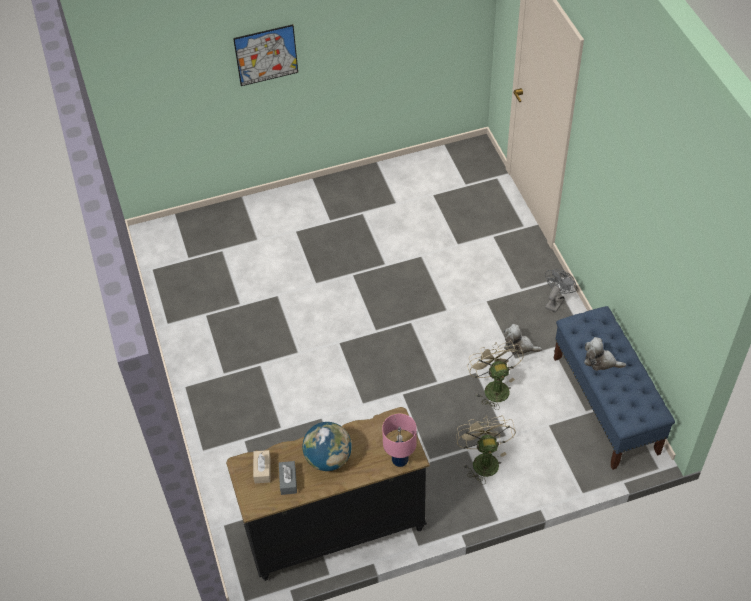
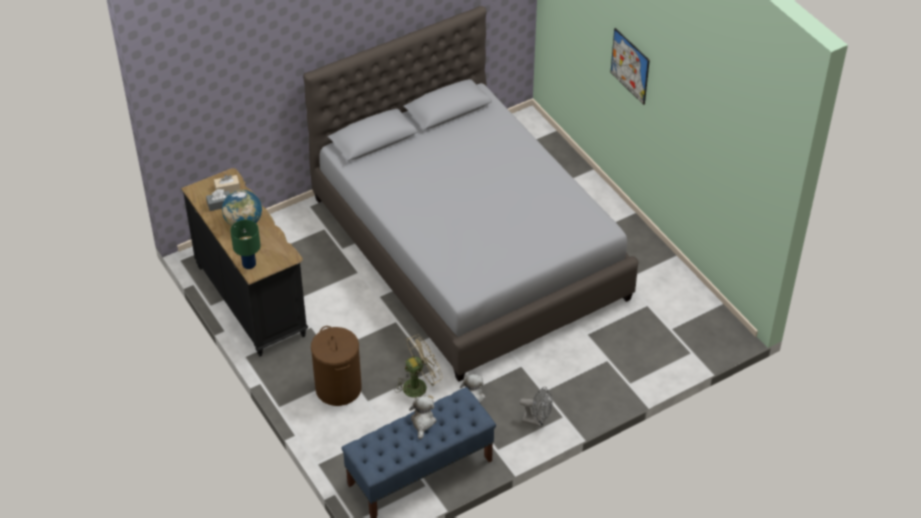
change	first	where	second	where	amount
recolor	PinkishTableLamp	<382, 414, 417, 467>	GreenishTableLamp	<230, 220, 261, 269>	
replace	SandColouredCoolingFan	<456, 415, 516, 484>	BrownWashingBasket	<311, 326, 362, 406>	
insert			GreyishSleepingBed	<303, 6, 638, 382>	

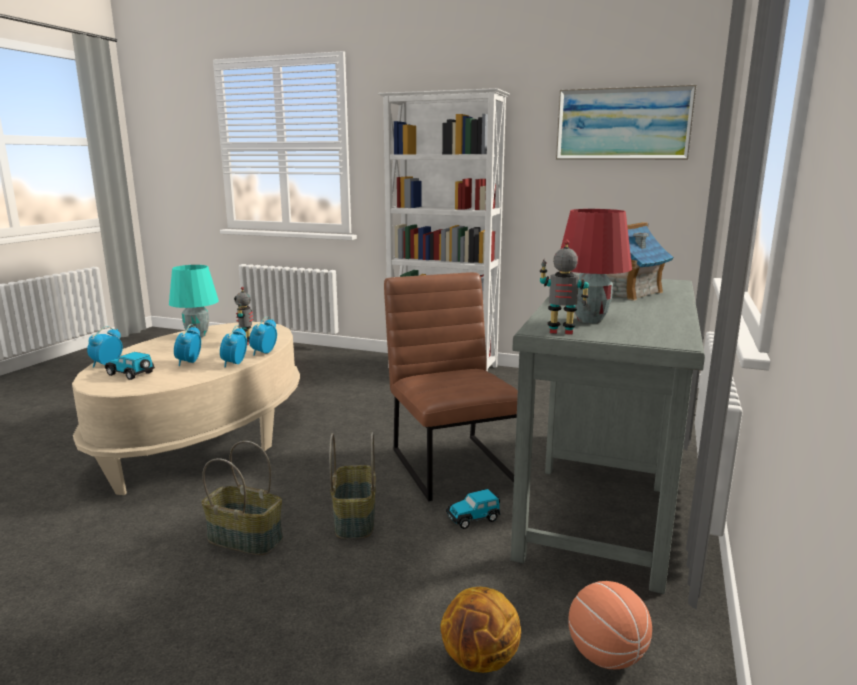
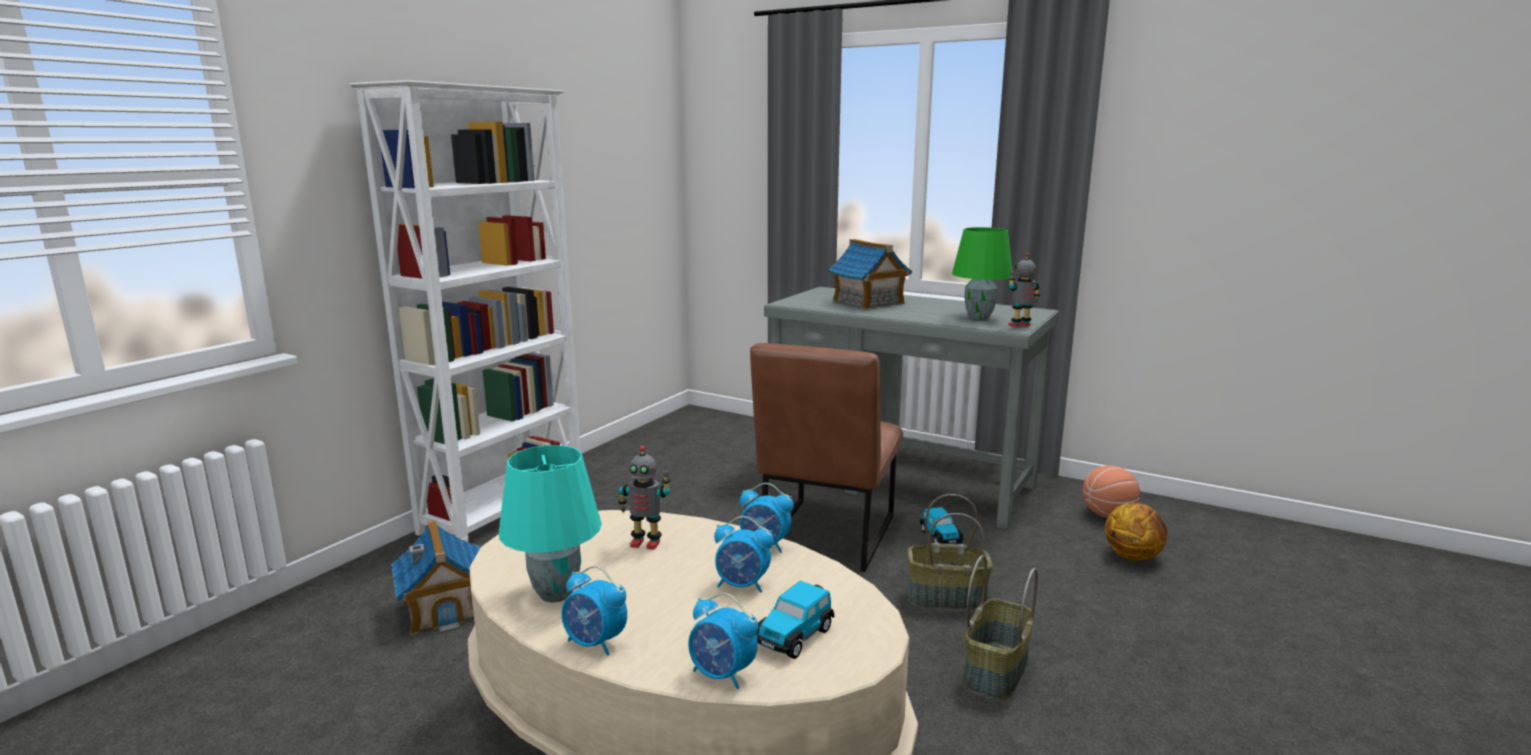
change	first	where	second	where	amount
delete	WallArt	<556, 85, 696, 160>			
recolor	RedColouredTableLamp	<561, 209, 632, 323>	GreenishTableLamp	<952, 227, 1012, 320>	
rotate	ModelRobot	<540, 240, 589, 334>		<1008, 253, 1040, 327>	45 degrees clockwise
rotate	BrownUprightChair	<384, 272, 518, 501>		<750, 343, 903, 572>	60 degrees counterclockwise
move	AlarmClock	<249, 317, 277, 356>		<562, 566, 627, 656>	
insert			ToyHouse	<391, 520, 480, 635>	

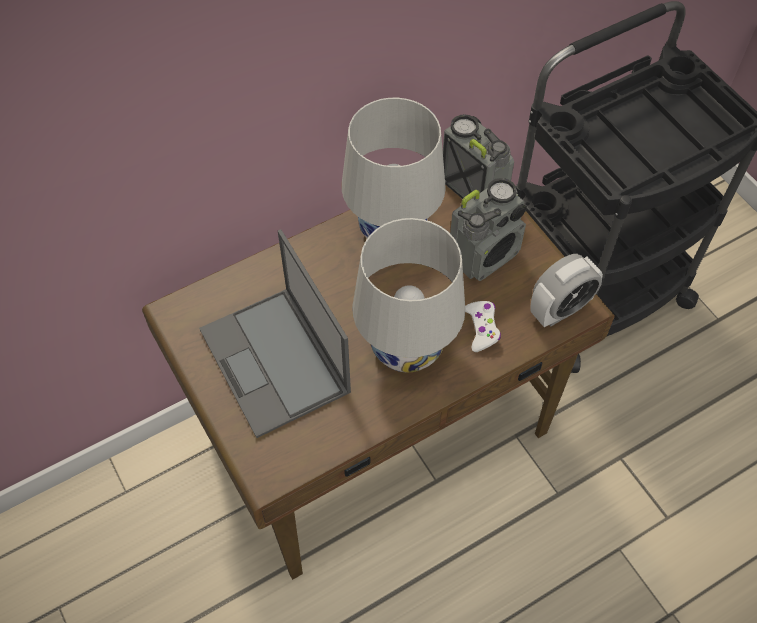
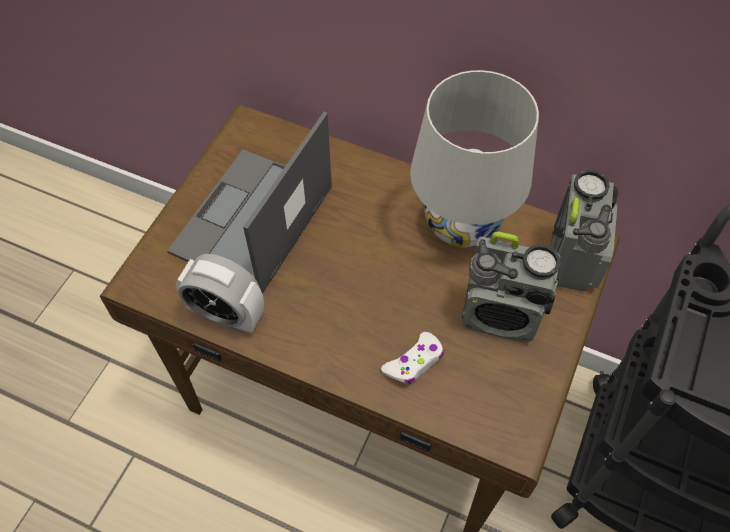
change	first	where	second	where	amount
delete	WhiteColouredTableLamp	<352, 218, 465, 373>			
move	AlarmClock	<530, 254, 603, 327>		<176, 254, 264, 333>	

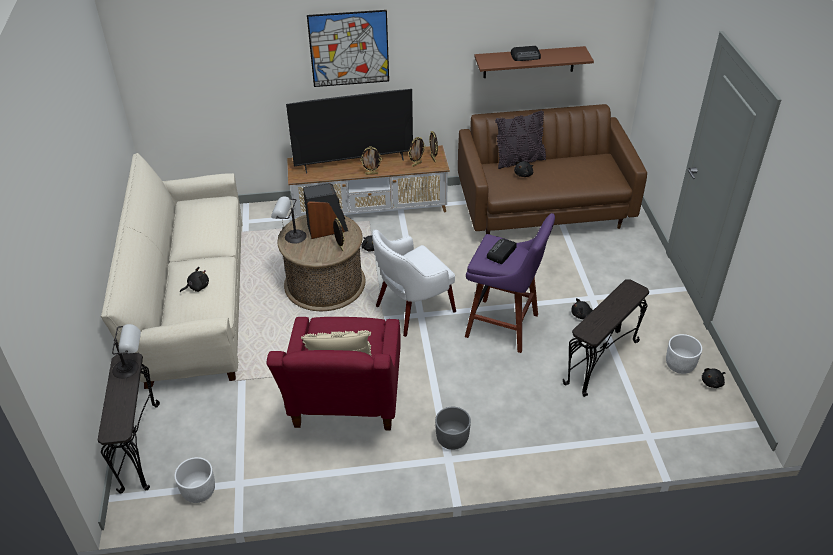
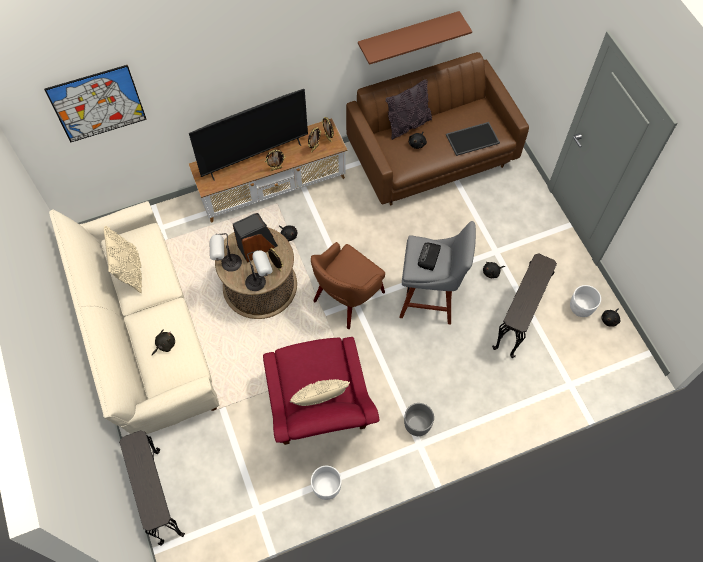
change	first	where	second	where	amount
move	WallArt	<307, 10, 389, 87>		<44, 65, 147, 143>	
delete	Radio	<511, 46, 541, 61>			
recolor	PurplishStoolSeat	<465, 213, 555, 353>	GreyishStoolSeat	<400, 221, 476, 325>	
recolor	WhiteColouredArmchair	<372, 229, 456, 337>	BrownArmchair	<311, 242, 385, 329>	
move	TableLamp	<112, 324, 141, 379>		<245, 250, 273, 291>	
move	WhiteColouredFlowerPot	<174, 457, 215, 503>		<311, 466, 342, 500>	
insert			ServingTray	<446, 122, 500, 156>	
insert			SandColouredThrowPillow	<104, 226, 142, 293>	

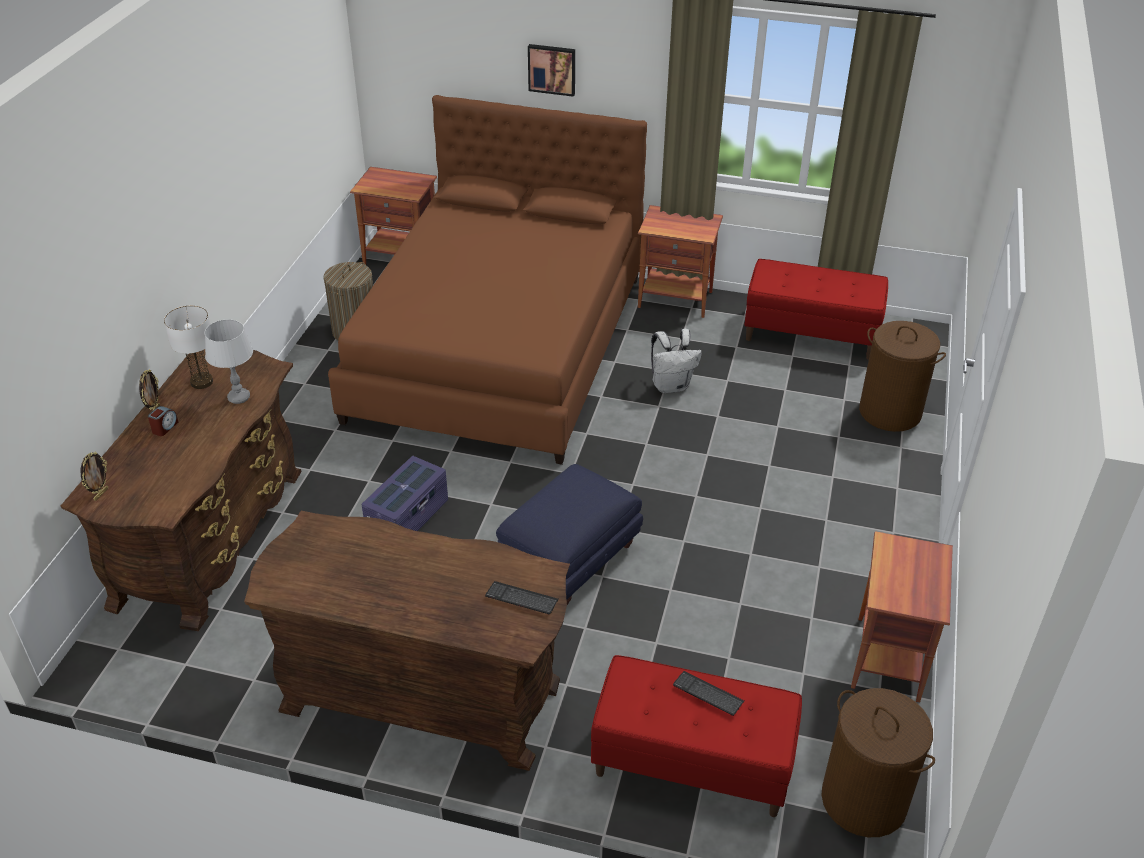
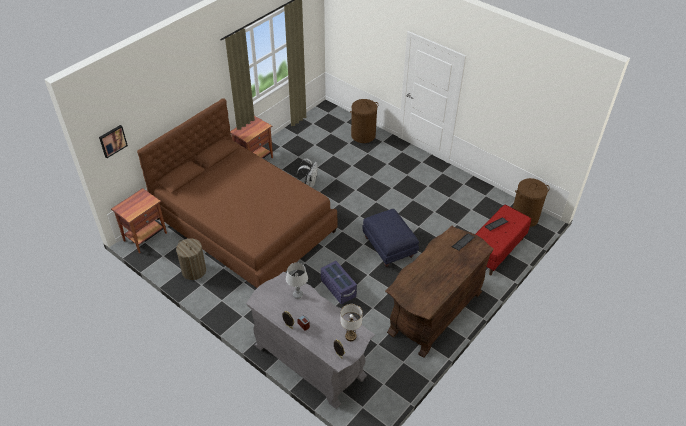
change	first	where	second	where	amount
move	WallArt	<528, 44, 575, 97>		<99, 125, 128, 158>	
delete	RedColouredLongSeat	<744, 259, 888, 360>			
move	TableLamp	<164, 305, 213, 389>		<340, 304, 363, 341>	
recolor	BrownChestOfDrawers	<61, 349, 302, 631>	GreyishChestOfDrawers	<246, 271, 375, 409>	
delete	BedsideTable	<851, 531, 953, 703>			

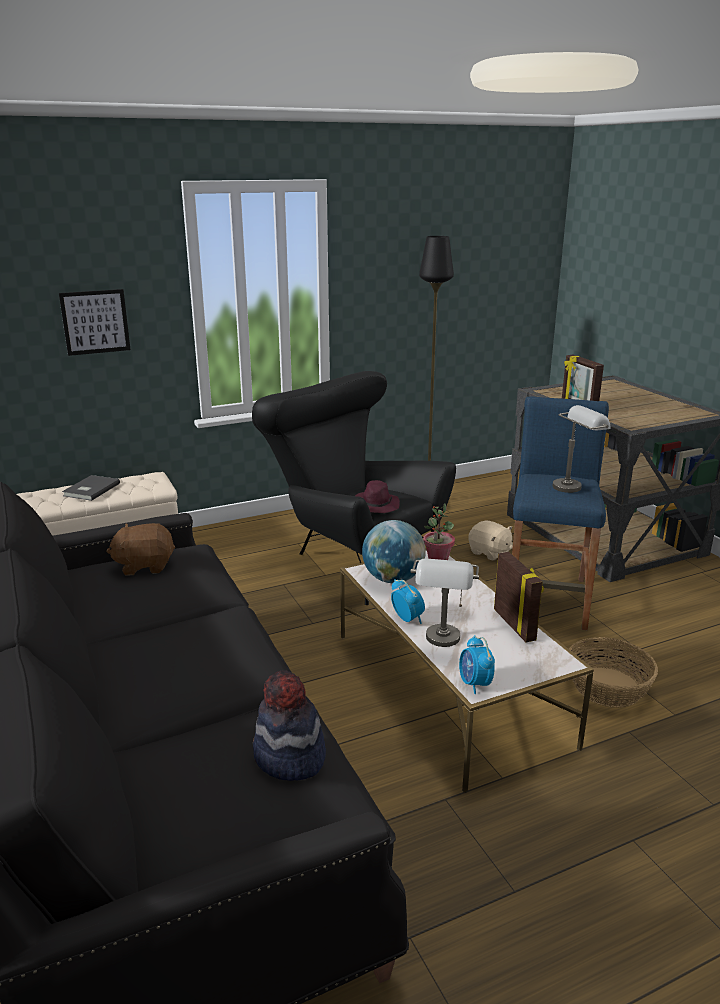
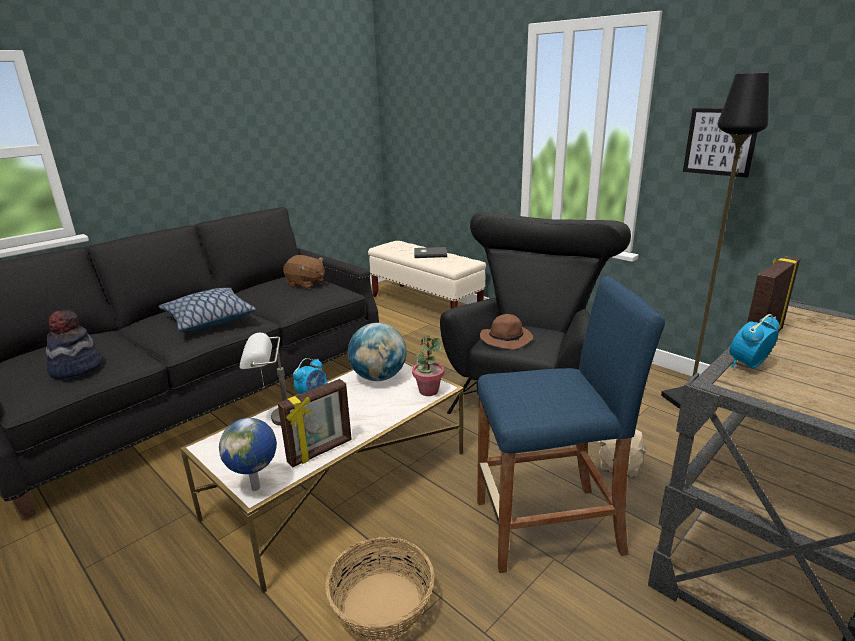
change	first	where	second	where	amount
move	WallArt	<59, 289, 131, 356>		<683, 108, 757, 178>	
delete	GreyishTableLamp	<553, 405, 611, 493>			
recolor	PurplishClothingHat	<356, 480, 400, 513>	BrownClothingHat	<480, 314, 533, 350>	
rotate	BrownCuddlyToy	<106, 523, 175, 576>		<283, 255, 325, 289>	150 degrees clockwise
move	AlarmClock	<459, 636, 495, 694>		<729, 314, 780, 369>	
insert			ThrowPillow	<158, 288, 256, 331>	
insert			Globe	<219, 418, 277, 491>	

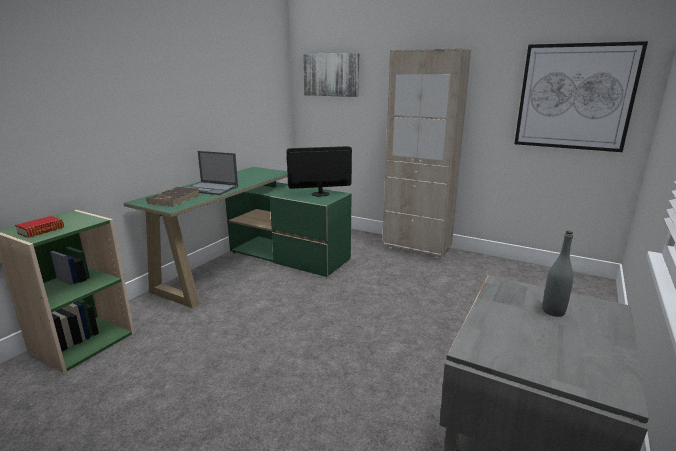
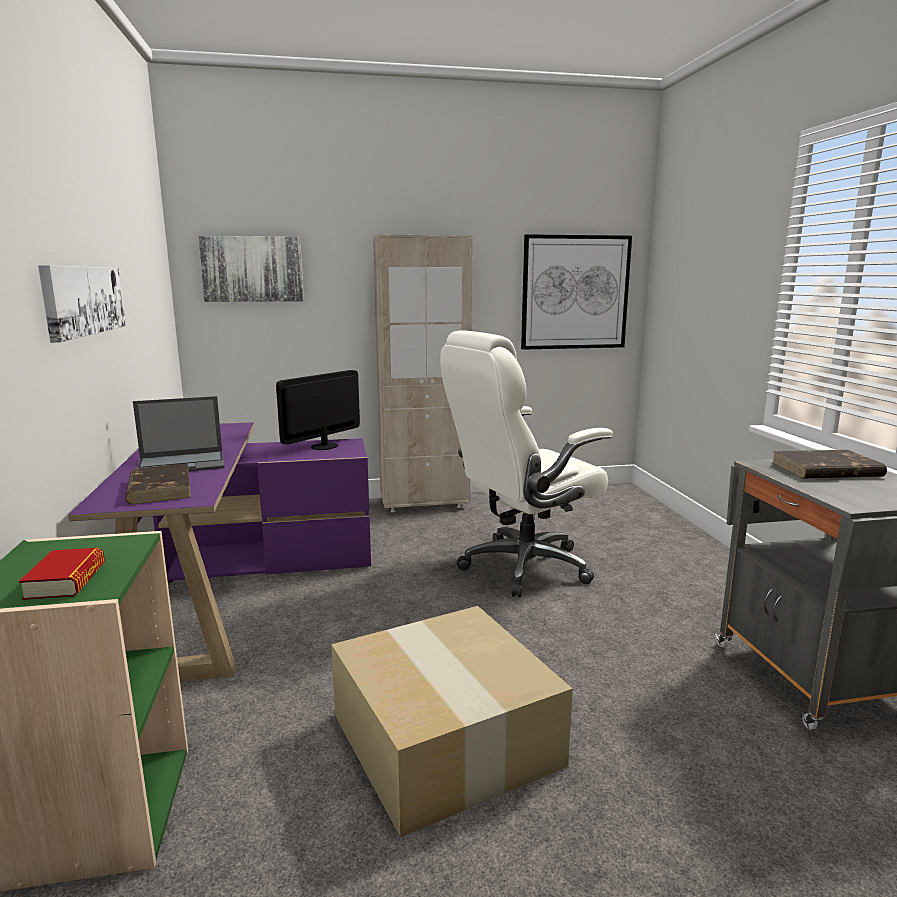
change	first	where	second	where	amount
recolor	GreenishDesk	<124, 167, 352, 308>	PurplishDesk	<68, 422, 371, 682>	
replace	GreyishDrinkBottle	<542, 231, 573, 317>	BrownBoundBook	<771, 450, 887, 479>	
insert			WallArt	<38, 265, 126, 343>	
insert			WhiteColouredComputerChair	<440, 330, 613, 597>	
insert			CardboardBox	<331, 606, 573, 837>	

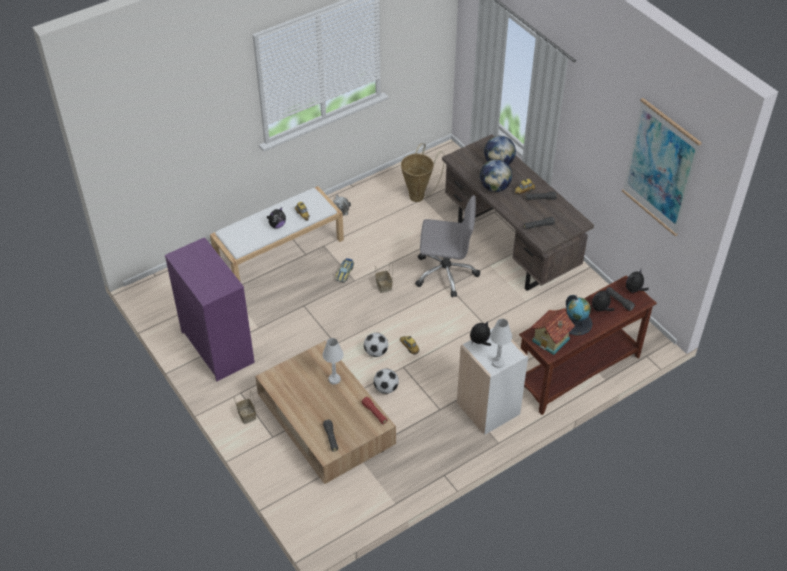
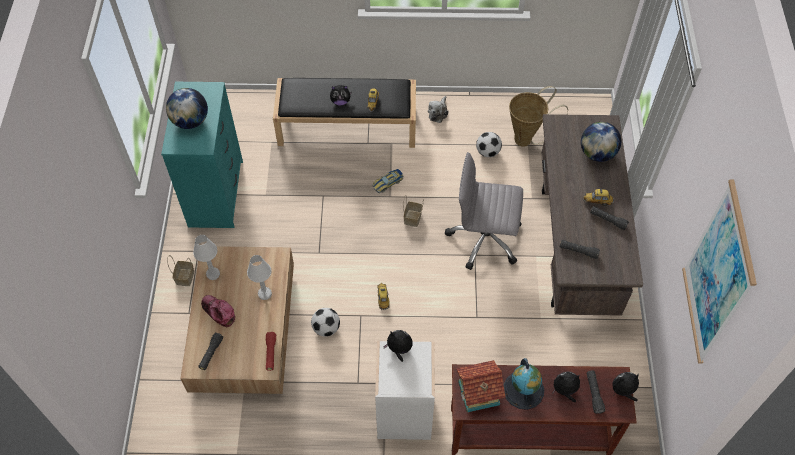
change	first	where	second	where	amount
move	Globe	<480, 159, 512, 192>		<166, 88, 208, 129>	
recolor	WhiteColouredLongSeat	<210, 186, 344, 281>	BlackLongSeat	<273, 78, 416, 148>	
rotate	GreyishComputerChair	<415, 195, 480, 297>		<445, 152, 523, 270>	150 degrees clockwise
recolor	PurplishChestOfDrawers	<165, 237, 255, 381>	TurquoiseColouredChestOfDrawers	<161, 82, 243, 228>	
move	WhiteColouredTableLamp	<490, 319, 512, 368>		<193, 235, 220, 280>	
move	Football	<364, 333, 388, 357>		<476, 132, 502, 157>	
insert			PeakedCap	<201, 295, 235, 327>	

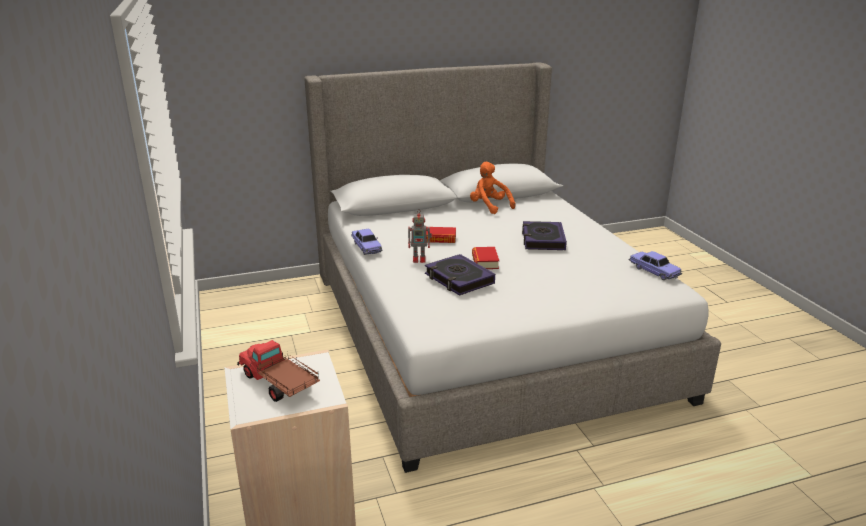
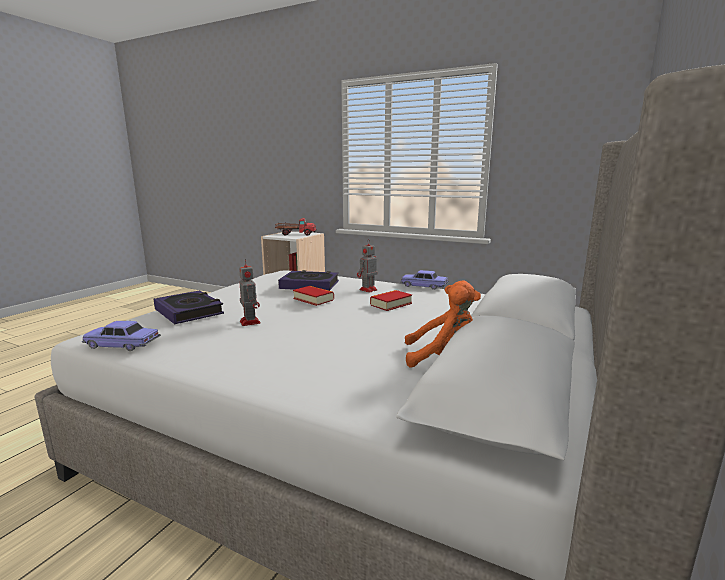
change	first	where	second	where	amount
move	BoundBook	<522, 221, 567, 250>		<153, 290, 224, 324>	
insert			ModelRobot	<239, 259, 261, 326>	

